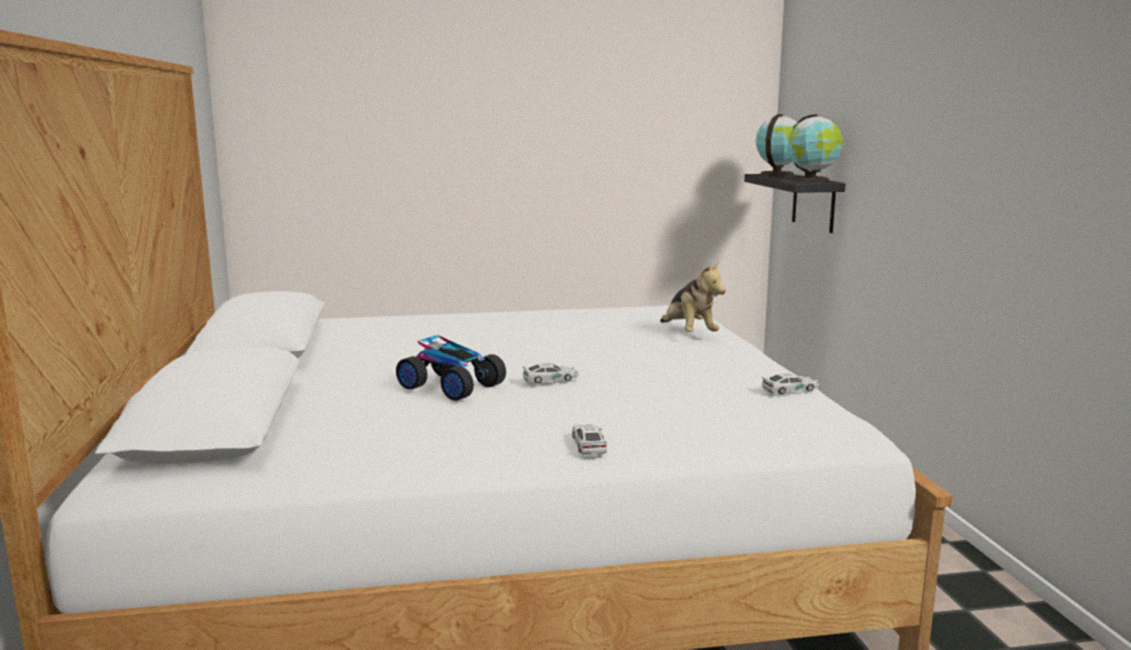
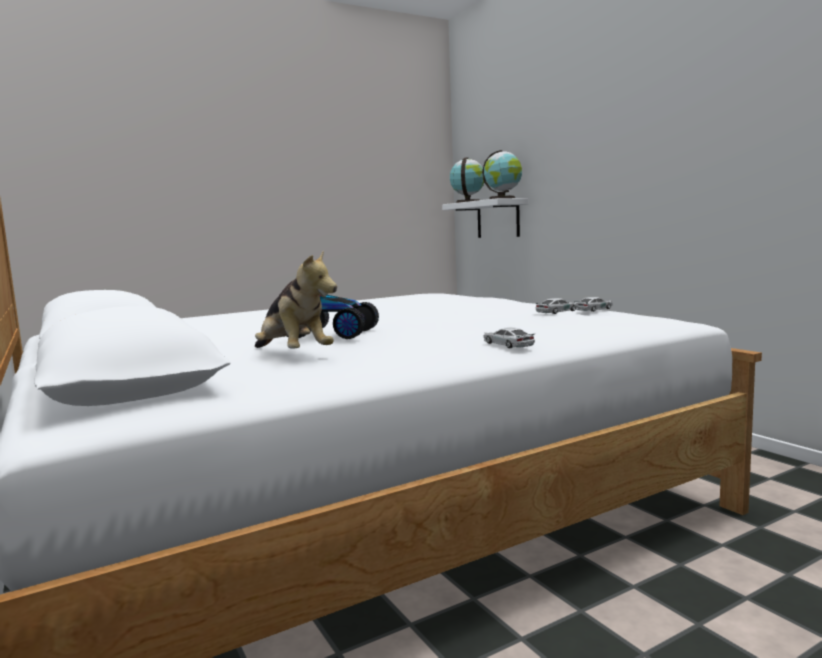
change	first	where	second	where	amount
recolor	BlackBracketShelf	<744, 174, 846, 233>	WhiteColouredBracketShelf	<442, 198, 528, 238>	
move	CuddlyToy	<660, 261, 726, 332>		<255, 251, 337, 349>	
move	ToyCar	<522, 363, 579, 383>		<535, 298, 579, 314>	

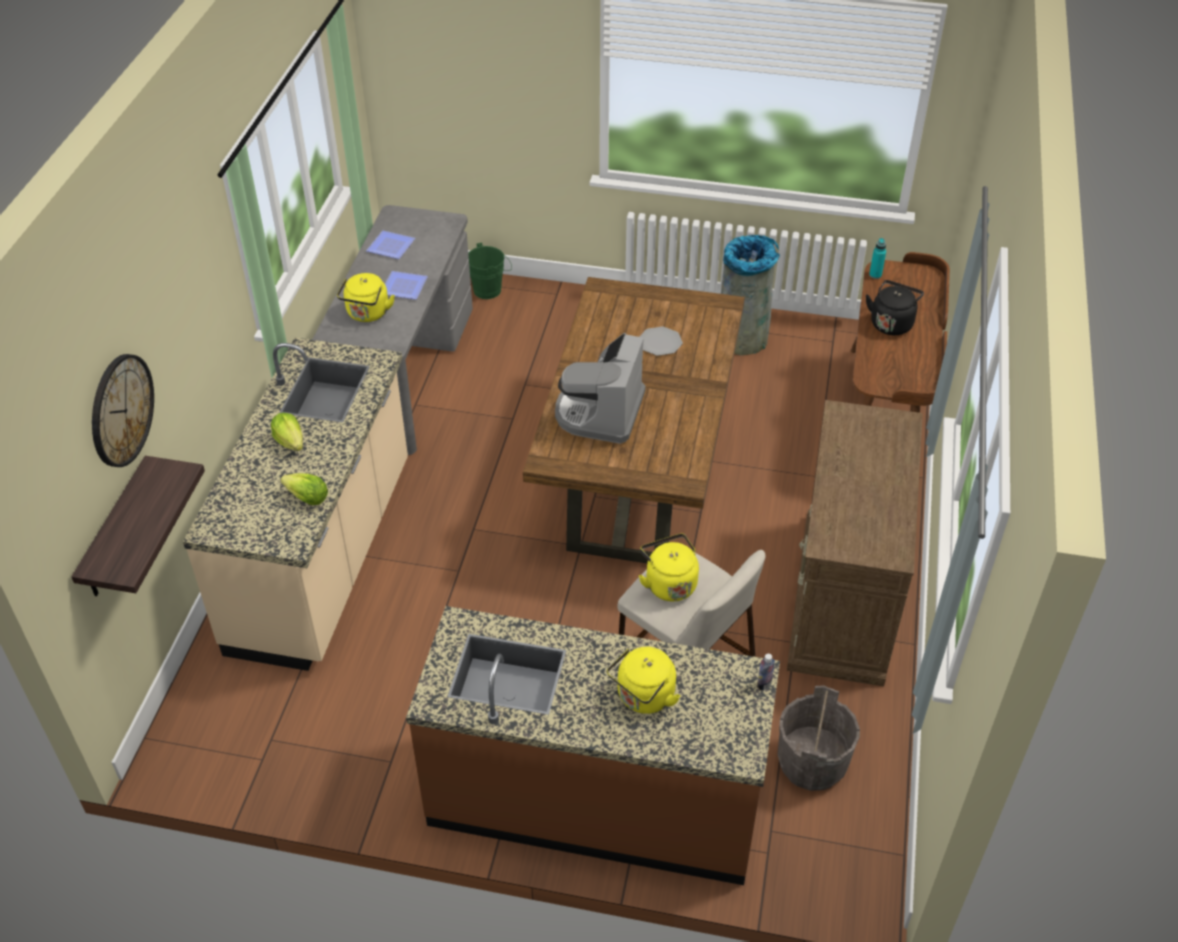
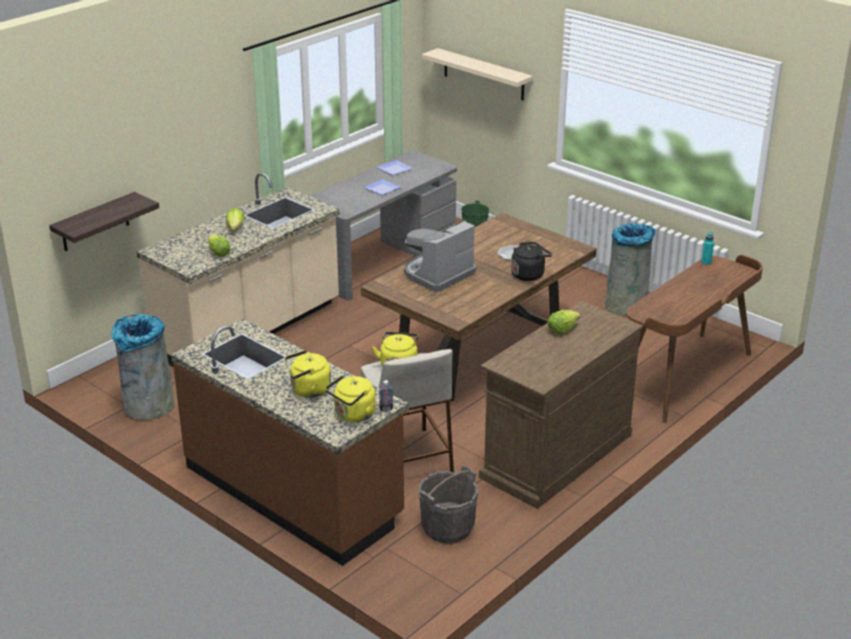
change	first	where	second	where	amount
move	YellowTeaKettle	<337, 273, 395, 322>		<325, 376, 376, 422>	
move	BlackTeaKettle	<866, 280, 924, 335>		<511, 242, 552, 281>	
delete	ClockOnTheWall	<92, 354, 154, 467>			
insert			SandColouredBracketShelf	<422, 48, 533, 100>	
insert			LettuceHead	<548, 310, 580, 334>	
insert			GreyishWasteBin	<111, 314, 175, 420>	

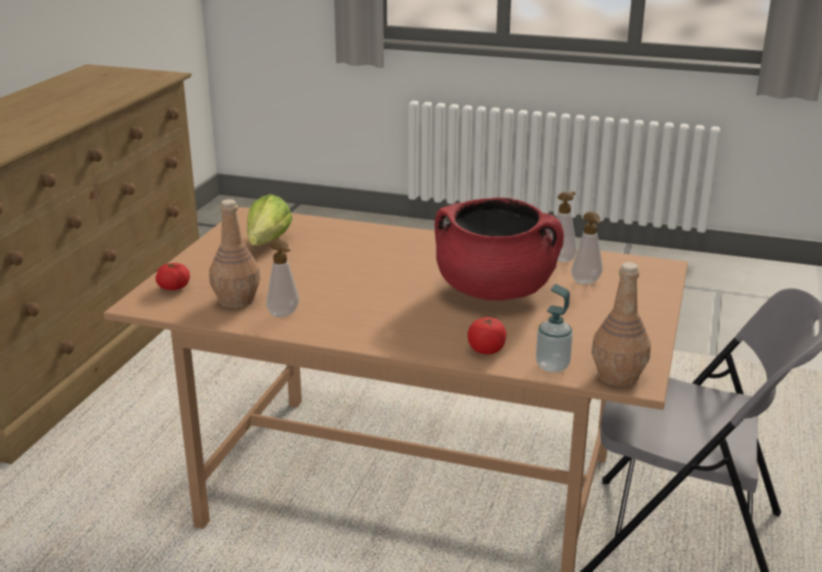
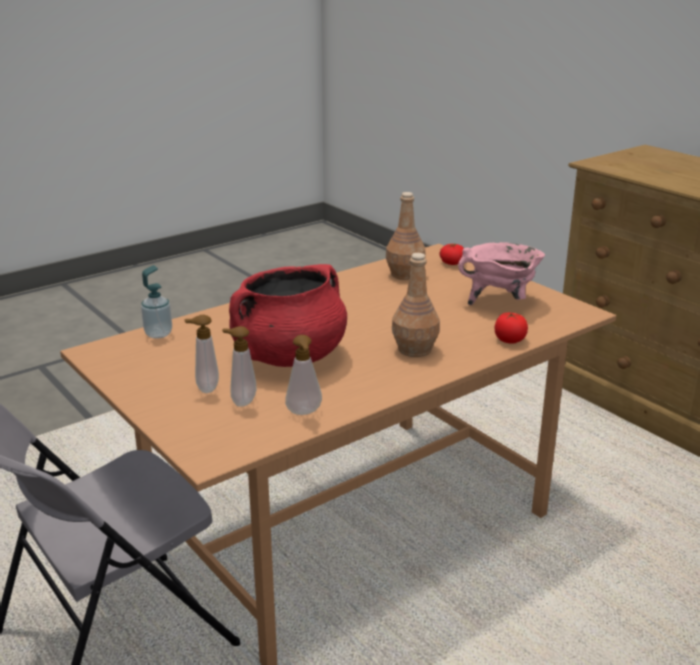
change	first	where	second	where	amount
replace	LettuceHead	<247, 194, 292, 246>	PinkishStockpot	<458, 242, 545, 305>	
move	SoapBottle	<266, 240, 299, 317>		<184, 315, 219, 393>	
move	BrownDrinkBottle	<591, 262, 651, 386>		<392, 253, 440, 357>	
move	FreshTomato	<468, 317, 506, 354>		<495, 313, 528, 344>	

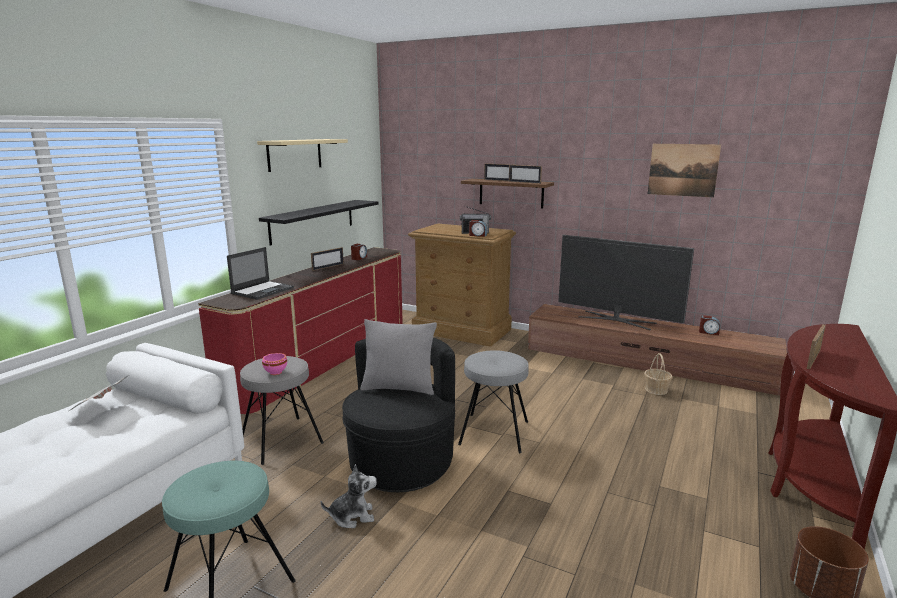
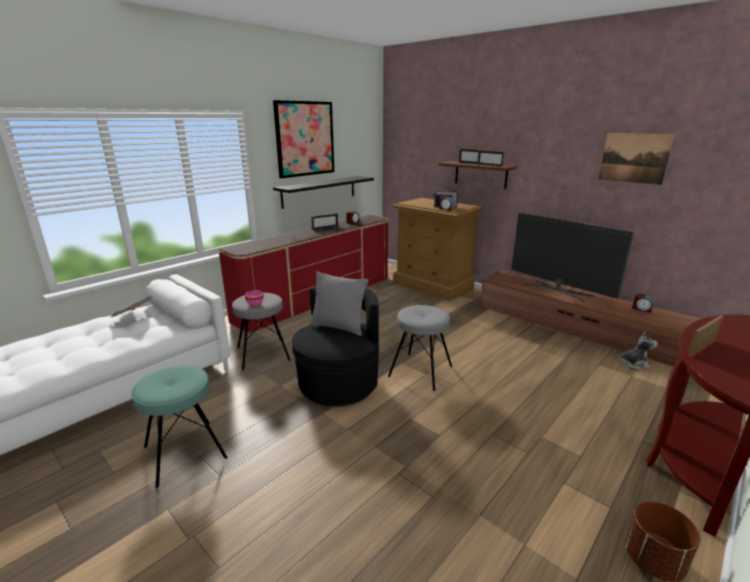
change	first	where	second	where	amount
replace	SandColouredBracketShelf	<257, 139, 348, 172>	WallArt	<273, 100, 334, 178>	
delete	NotebookComputer	<227, 247, 294, 300>			
delete	StorageBasket	<644, 353, 673, 395>			
move	CuddlyToy	<321, 464, 377, 528>		<618, 332, 658, 370>	

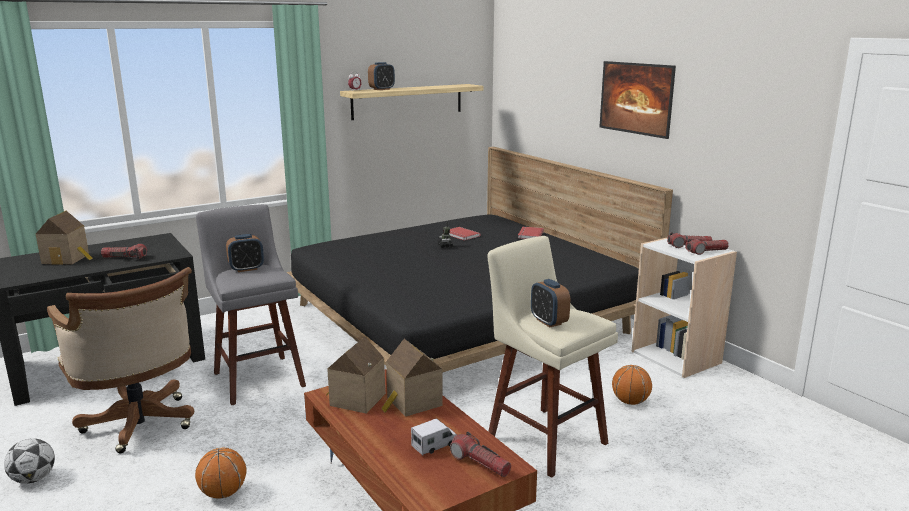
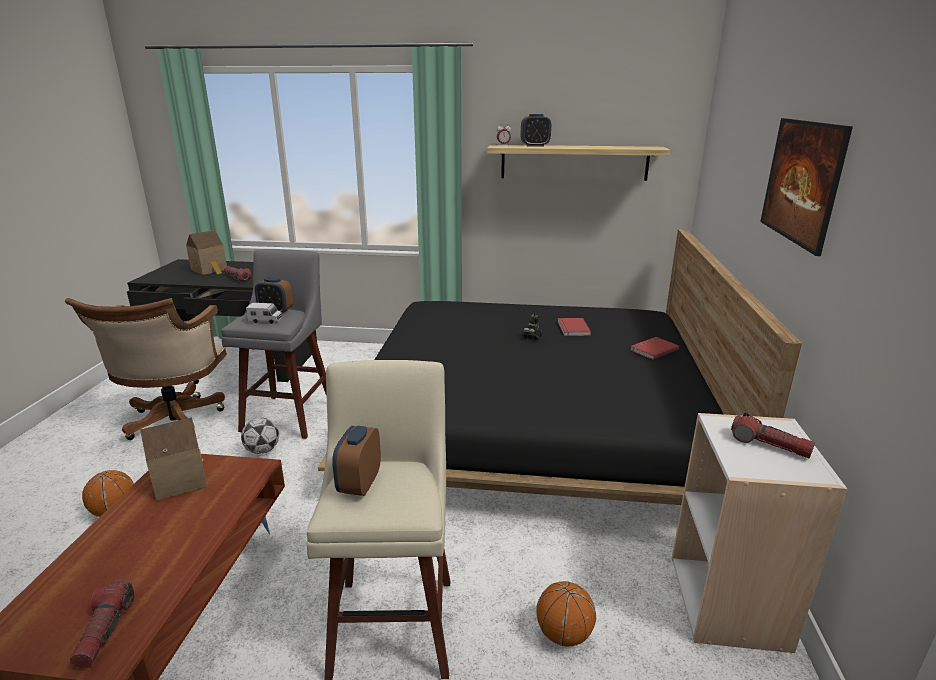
change	first	where	second	where	amount
delete	HandTorch	<685, 239, 729, 255>			
delete	ToyHouse	<381, 339, 443, 417>			
move	ToyLorry	<411, 418, 457, 456>		<246, 303, 283, 324>	
move	Football	<4, 438, 55, 484>		<241, 418, 279, 454>	

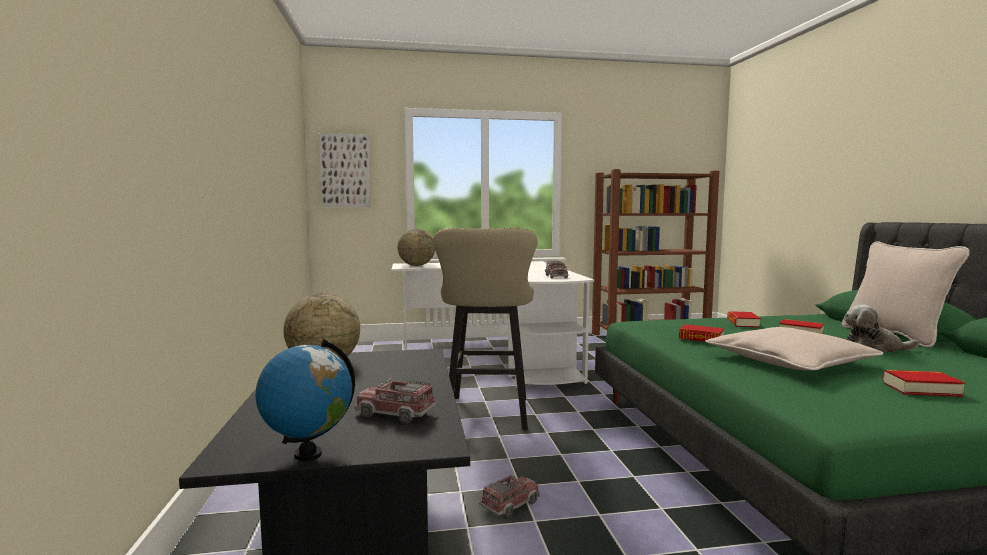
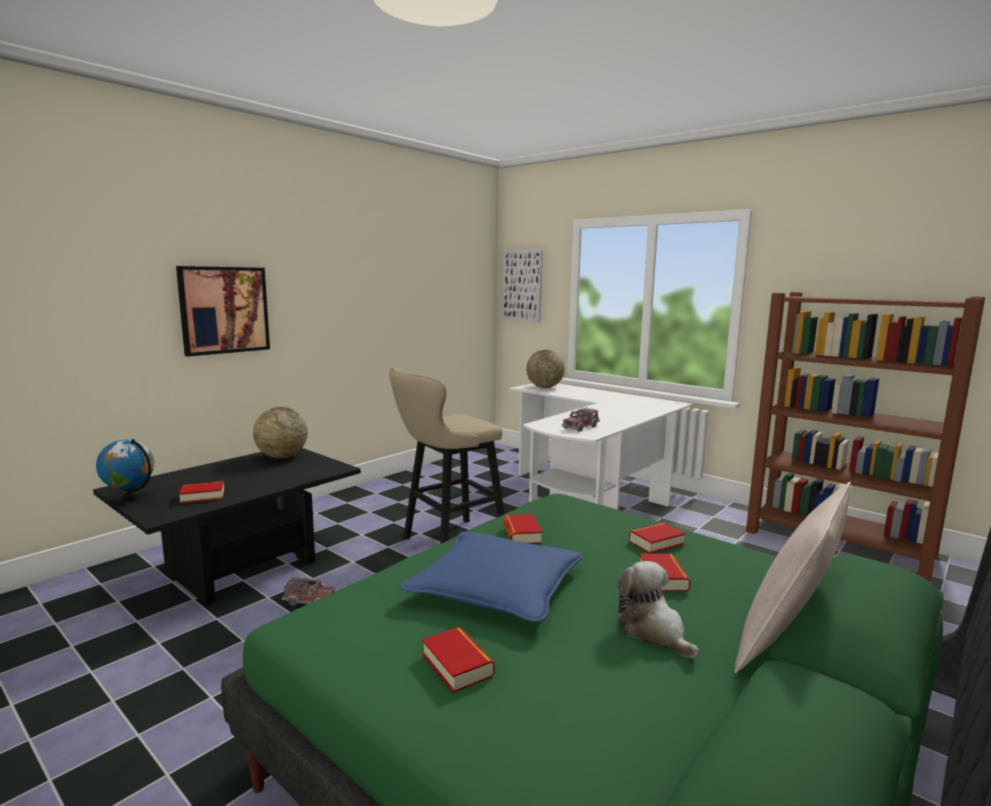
change	first	where	second	where	amount
recolor	SandColouredThrowPillow	<706, 327, 884, 371>	BlueThrowPillow	<400, 532, 583, 622>	
replace	ToyLorry	<355, 378, 437, 423>	BoundBook	<179, 481, 224, 504>	
insert			WallArt	<176, 266, 270, 357>	

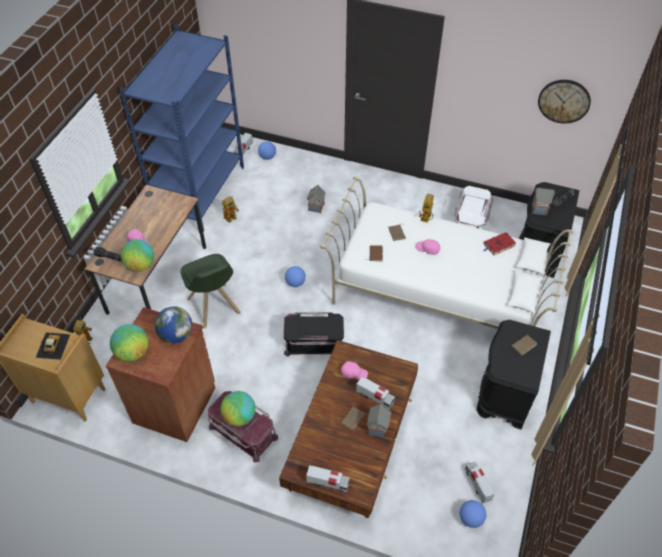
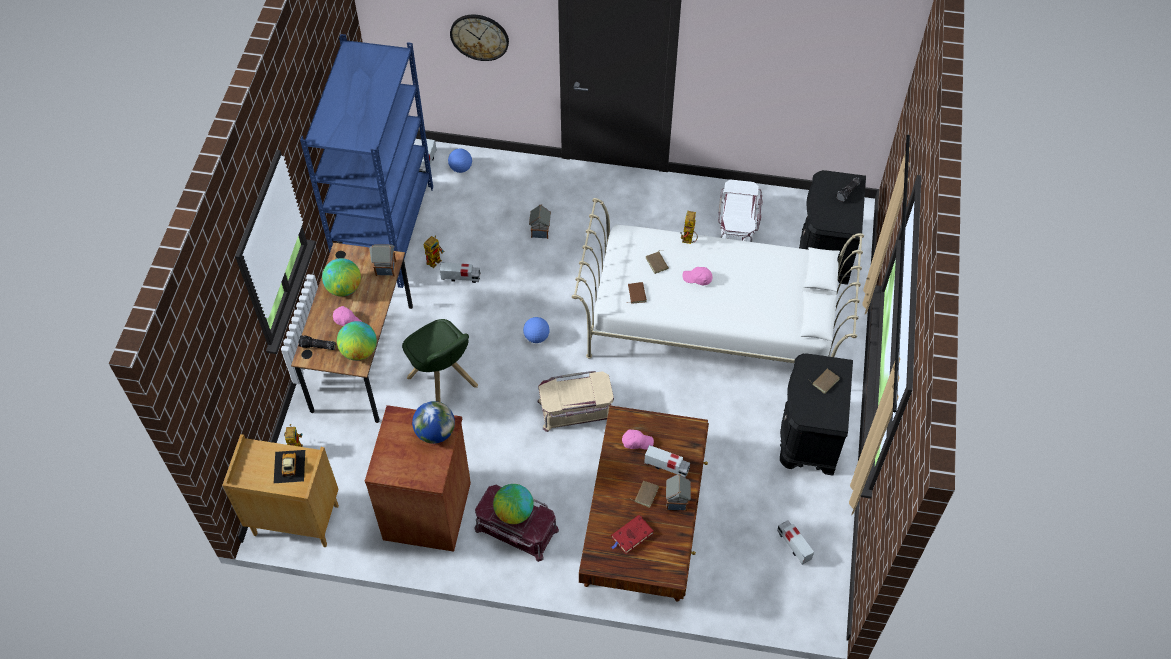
change	first	where	second	where	amount
move	ClockOnTheWall	<538, 80, 591, 124>		<450, 15, 509, 61>	
move	ToyHouse	<532, 187, 555, 216>		<369, 244, 396, 276>	
move	RedColouredBoundBook	<483, 232, 516, 255>		<611, 515, 654, 554>	
recolor	BlackStorageContainer	<284, 312, 344, 357>	SandColouredStorageContainer	<537, 371, 614, 432>	
move	Globe	<110, 324, 148, 362>		<322, 258, 361, 296>	
move	ToyLorry	<306, 465, 350, 492>		<440, 262, 481, 283>	
delete	Football	<460, 500, 486, 528>			

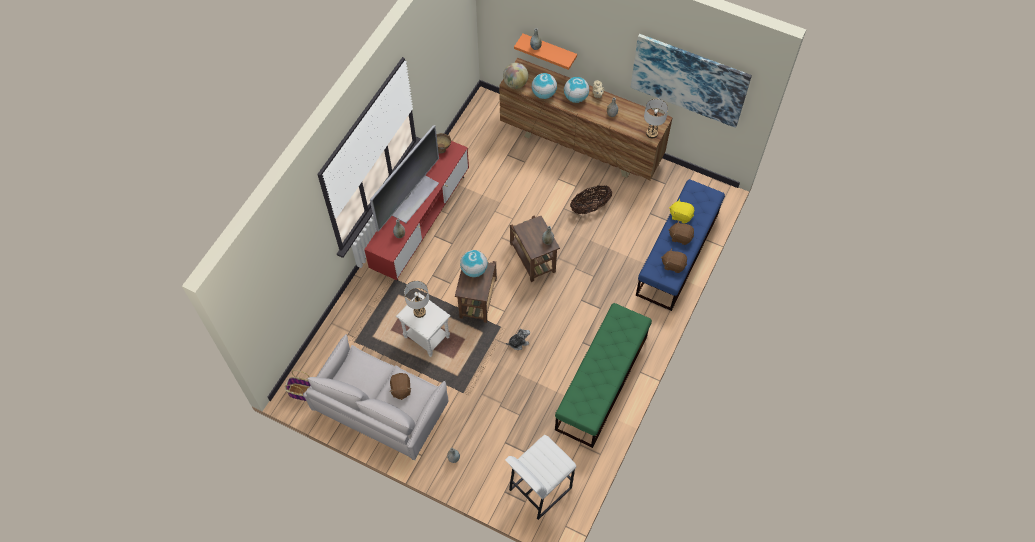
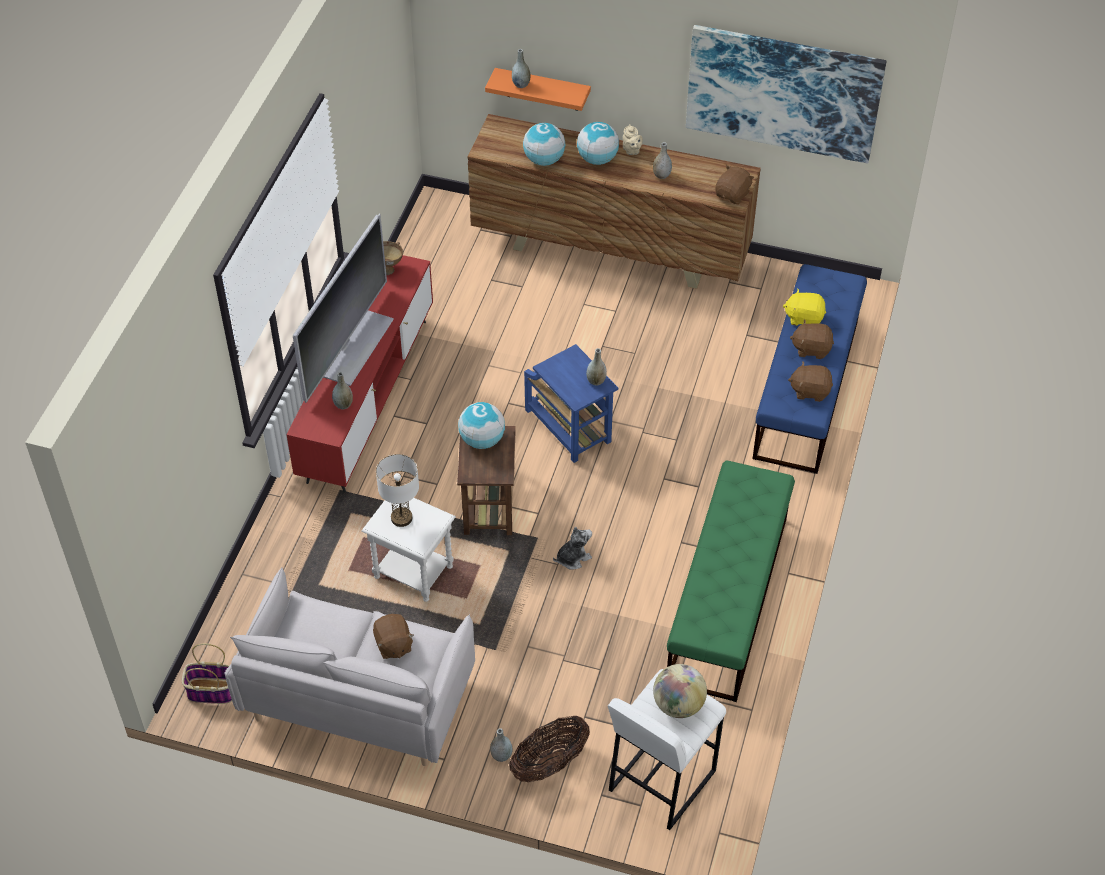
change	first	where	second	where	amount
move	Globe	<503, 63, 529, 89>		<653, 664, 707, 718>	
replace	TableLamp	<644, 99, 668, 139>	BrownCuddlyToy	<715, 165, 754, 205>	
move	StorageBasket	<570, 185, 612, 214>		<509, 716, 590, 783>	
recolor	BrownEndTable	<510, 216, 560, 282>	BlueEndTable	<524, 344, 618, 463>	

